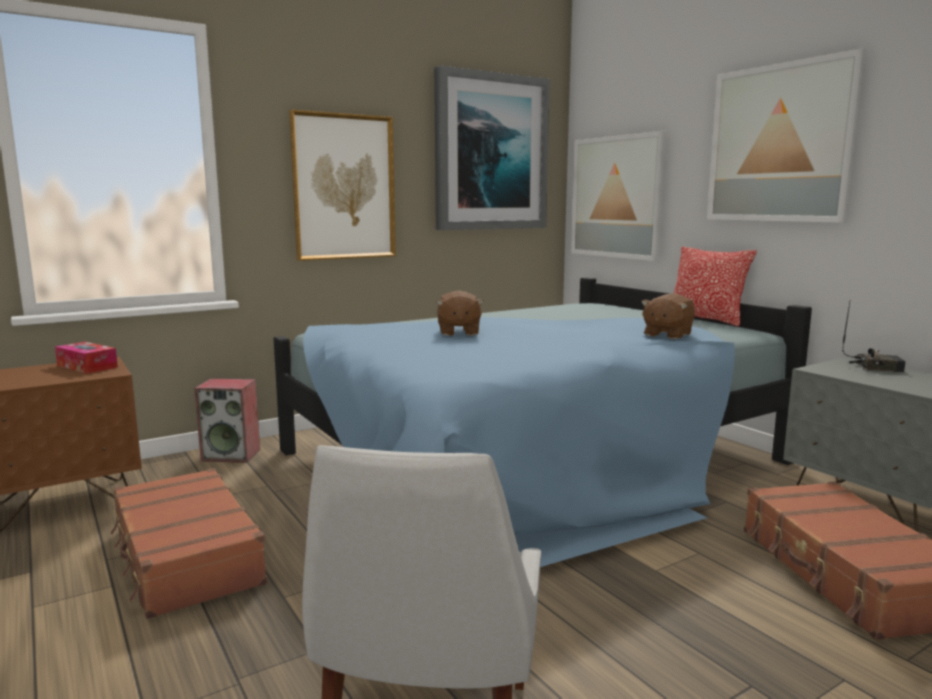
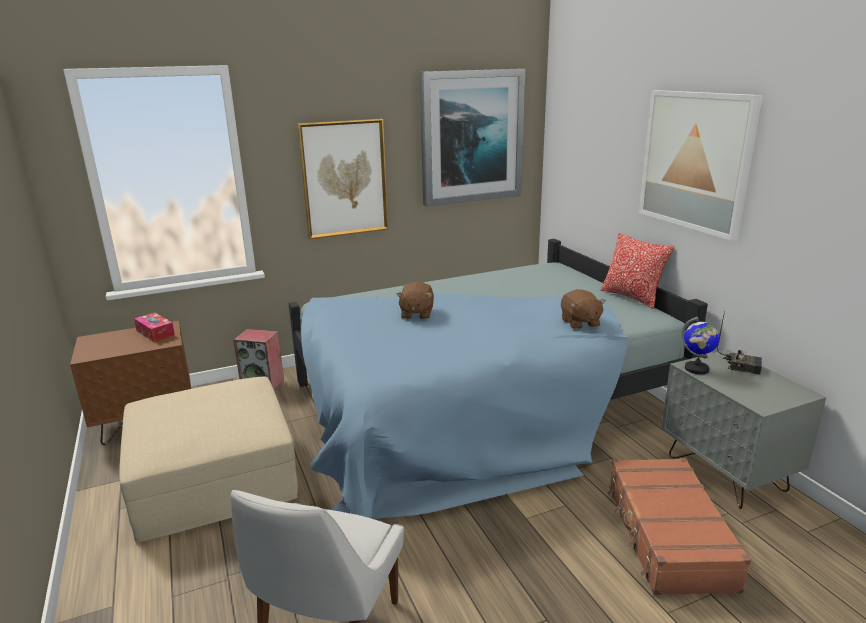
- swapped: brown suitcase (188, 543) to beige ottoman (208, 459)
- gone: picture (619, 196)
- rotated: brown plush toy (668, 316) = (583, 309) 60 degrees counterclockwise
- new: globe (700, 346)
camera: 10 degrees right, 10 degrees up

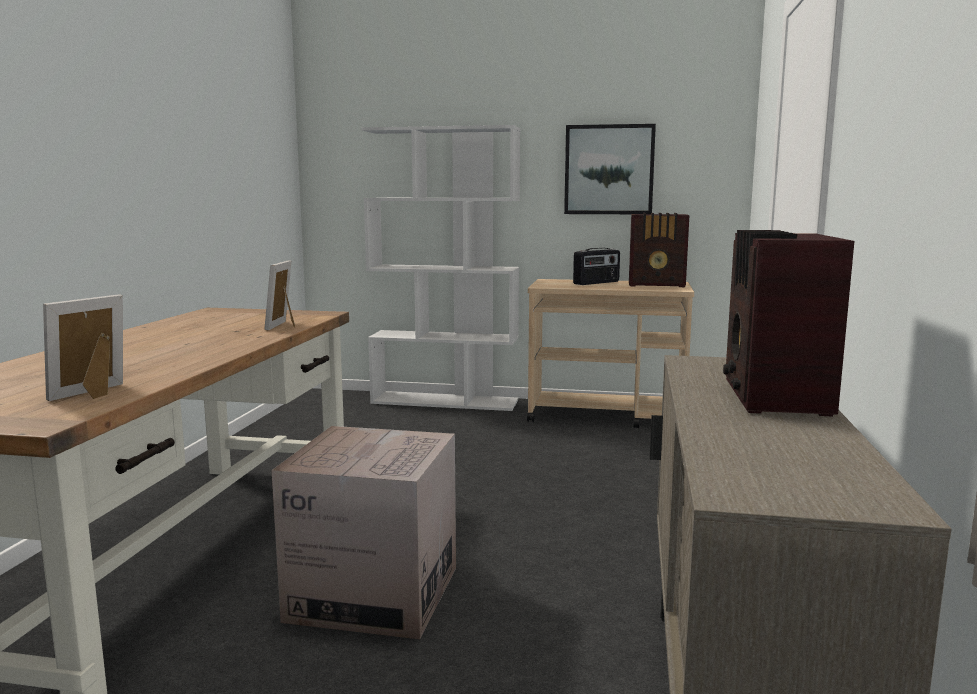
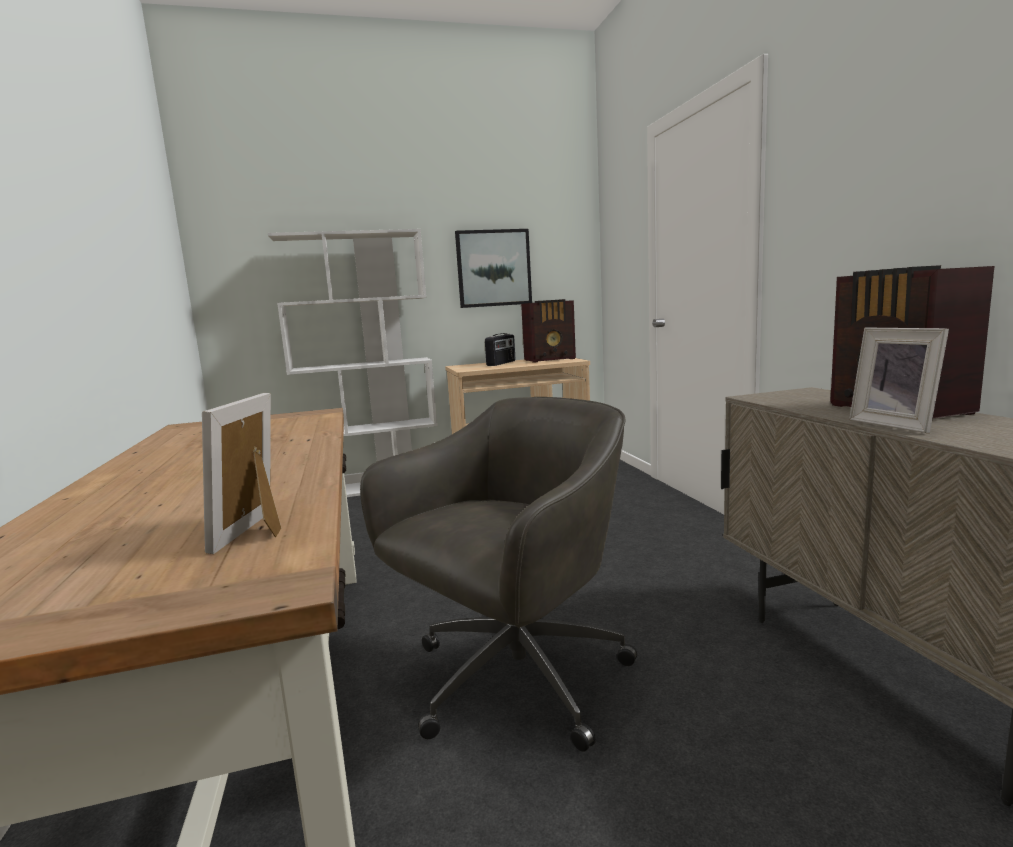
- shifted: picture frame (279, 295) to (899, 380)
- swapped: cardboard box (363, 532) to grey office chair (498, 574)
camera: 25 degrees left, 0 degrees up

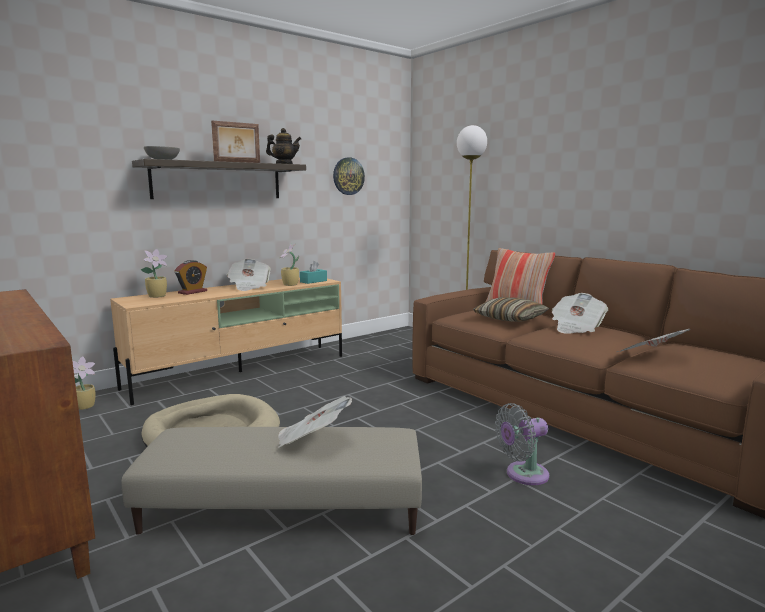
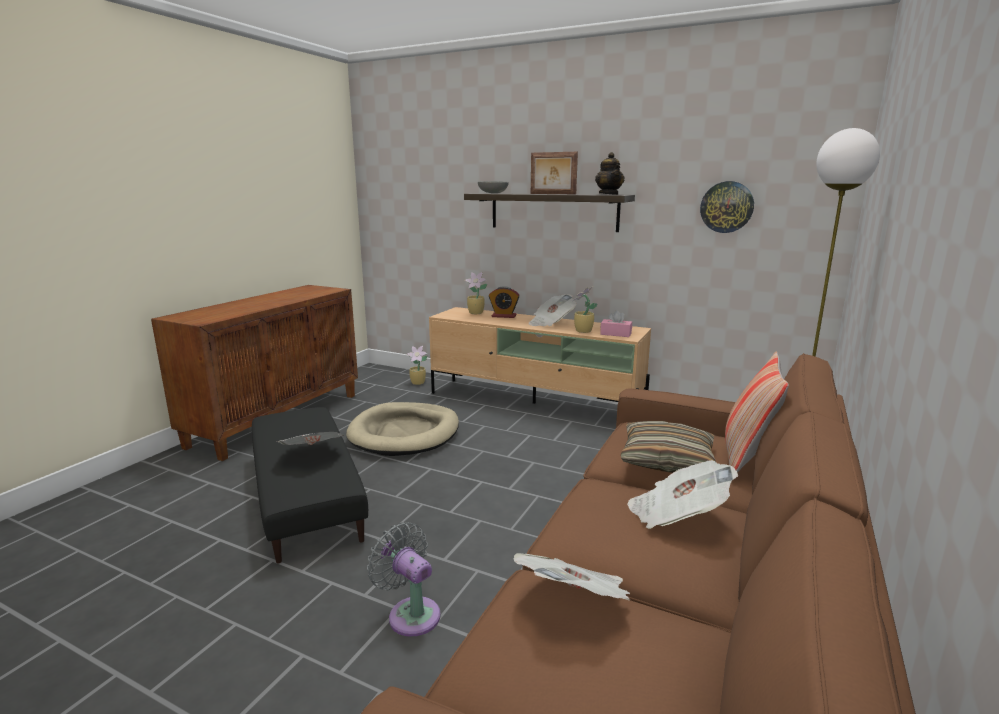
- repainted: beige ottoman (271, 481) to black ottoman (310, 485)
- repainted: turquoise tissue box (313, 272) to pink tissue box (616, 323)
camera: 65 degrees right, 5 degrees up

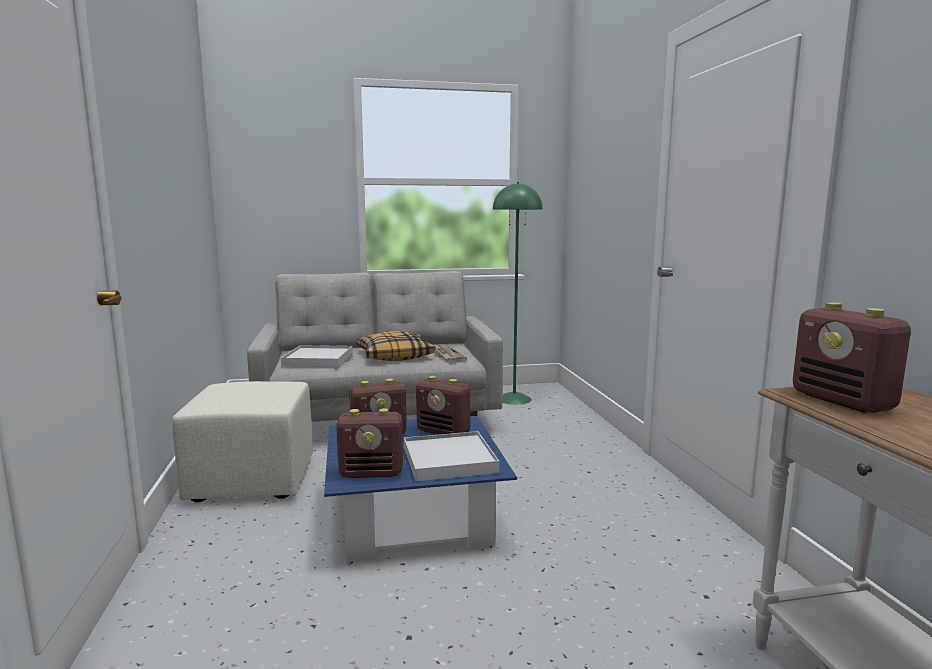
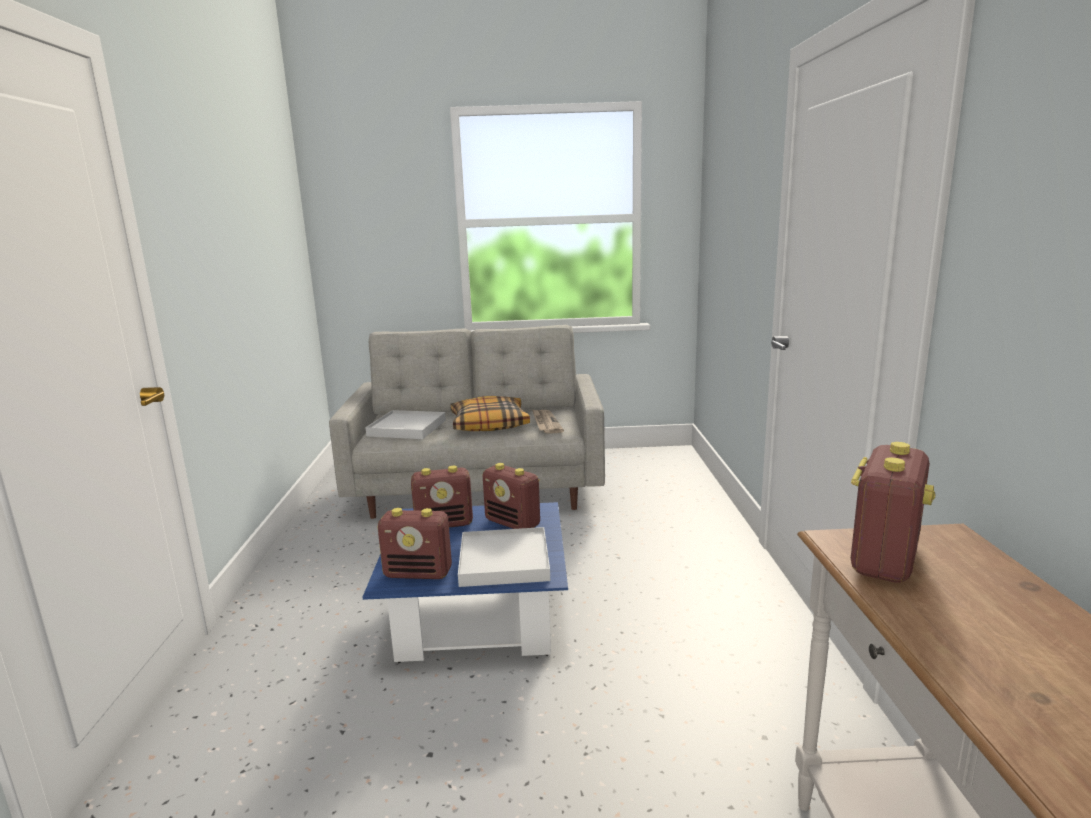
- gone: beige ottoman (242, 441)
- gone: green floor lamp (518, 293)
- rotated: radio (852, 357) = (893, 512) 135 degrees counterclockwise
camera: 10 degrees right, 5 degrees up

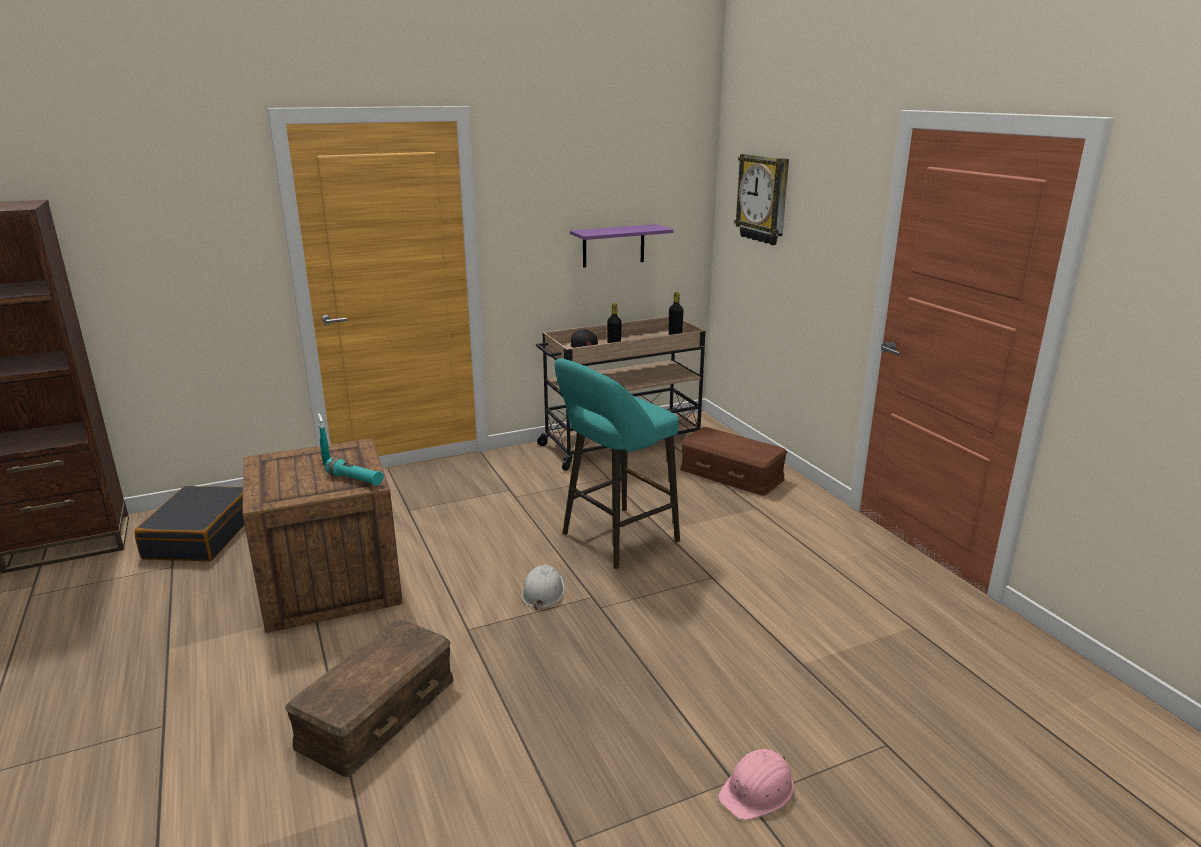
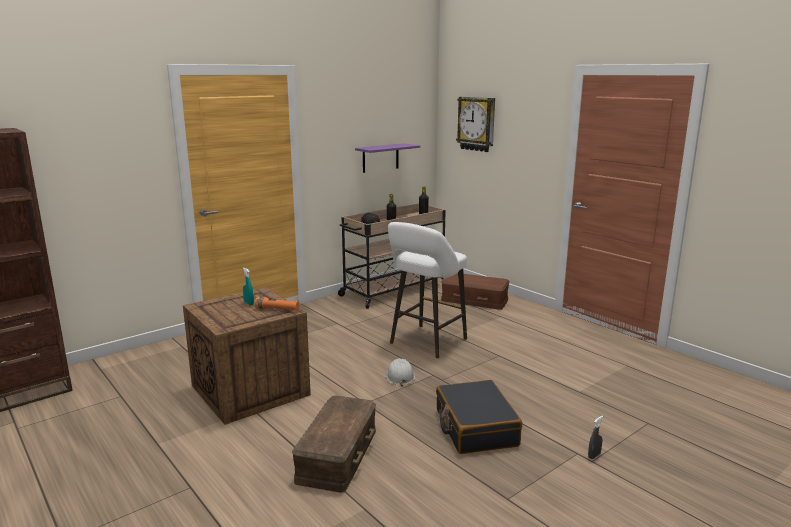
- shifted: black suitcase (189, 523) to (479, 417)
- repainted: turquoise flashlight (354, 472) to orange flashlight (277, 304)
- repainted: turquoise stool (617, 463) to white stool (427, 290)
- swapped: pink hard hat (756, 784) to grey spray bottle (595, 437)
camera: 15 degrees left, 5 degrees down

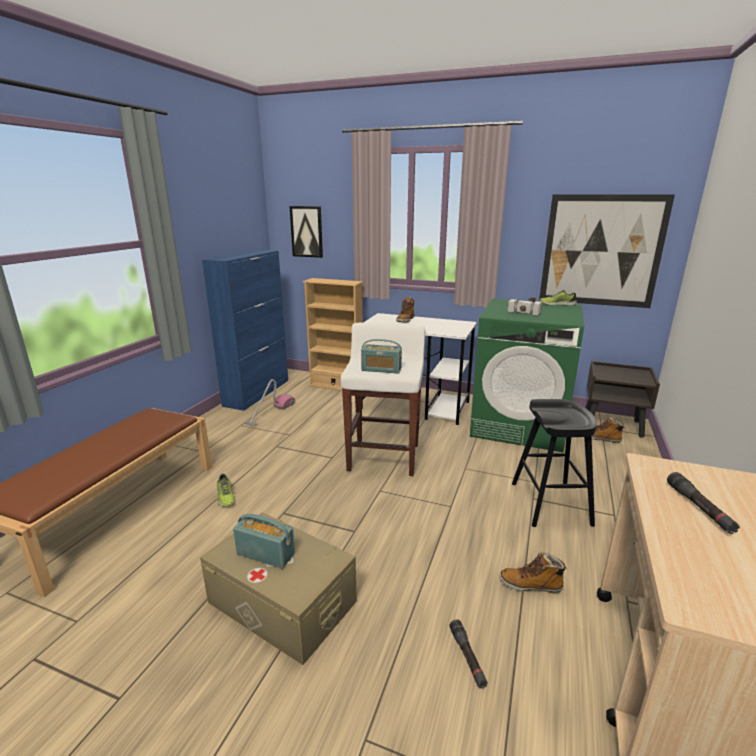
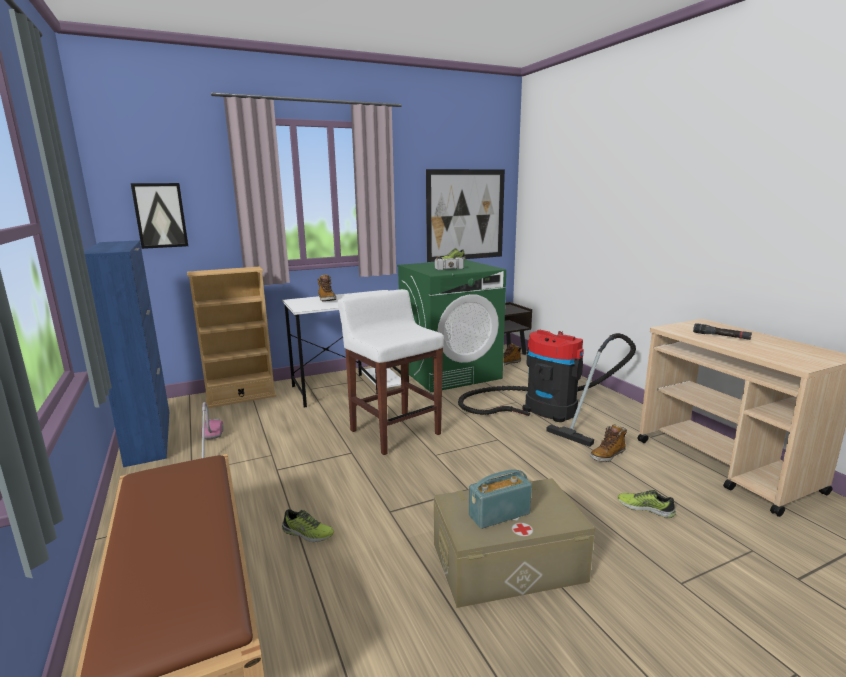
- gone: radio (381, 356)
- swapped: black flashlight (468, 654) to shoe (647, 504)
- swapped: black stool (554, 463) to vacuum cleaner (547, 388)
camera: 45 degrees left, 5 degrees down

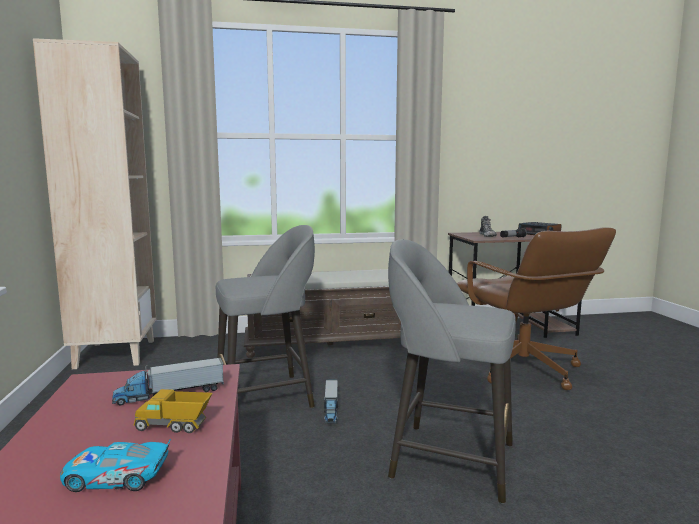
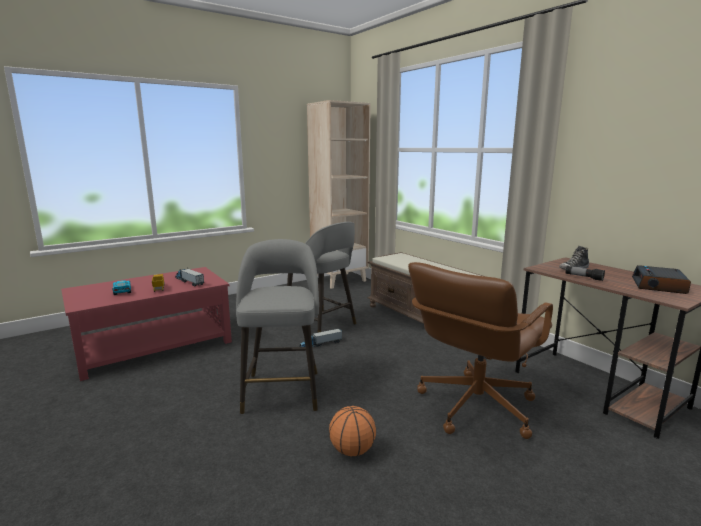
- new: basketball (352, 431)
camera: 65 degrees right, 5 degrees up

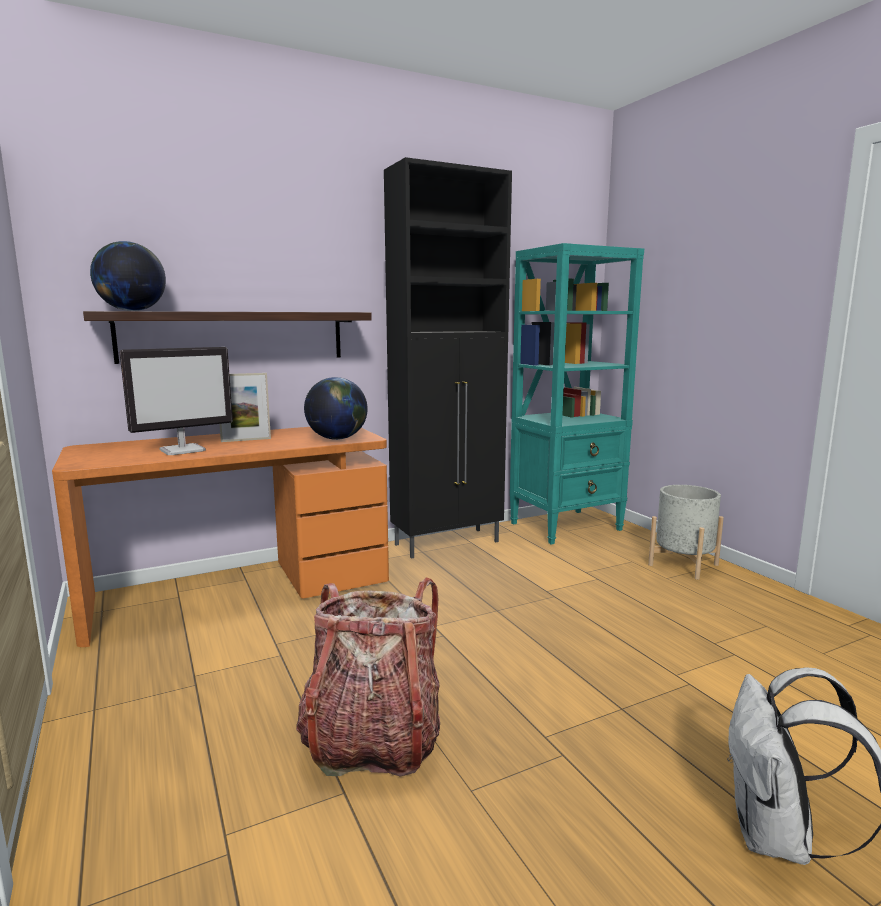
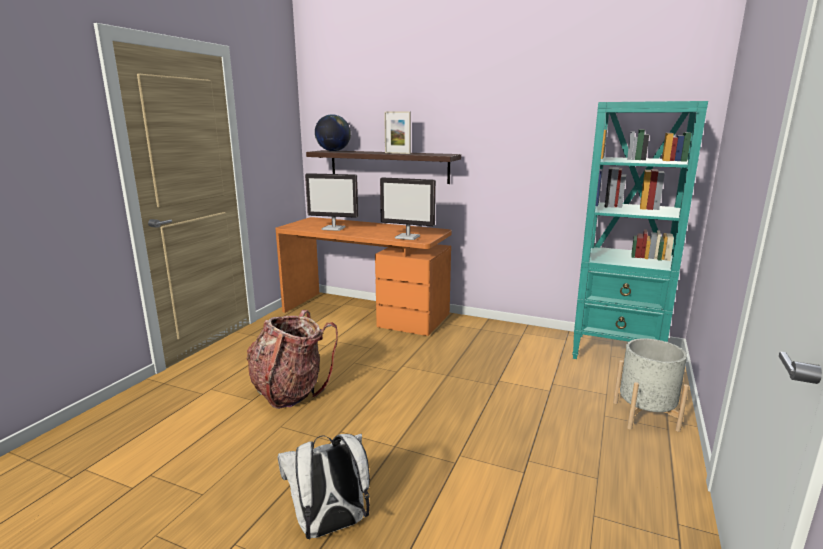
- shifted: picture frame (245, 407) to (397, 132)
- swapped: globe (336, 408) to monitor (408, 208)
- gone: black cabinet (448, 357)
camera: 50 degrees right, 5 degrees up

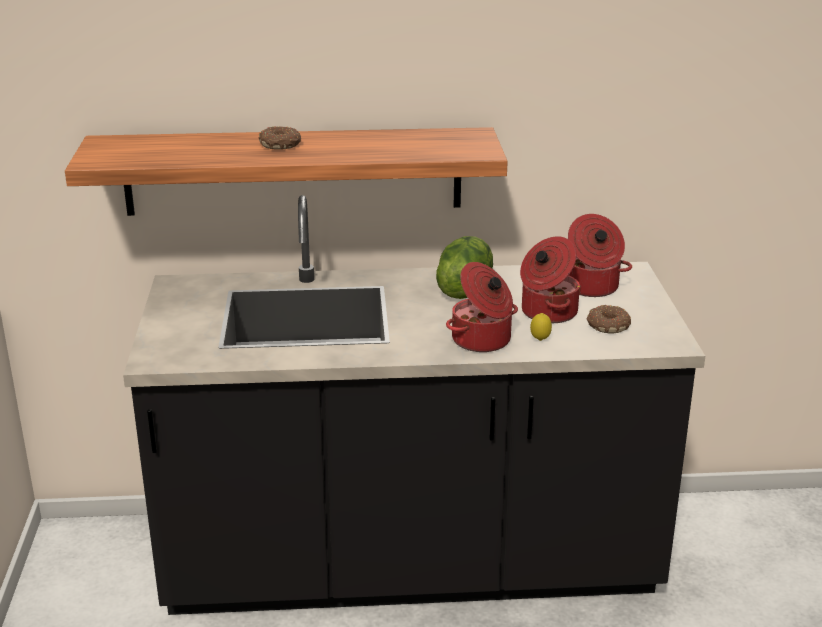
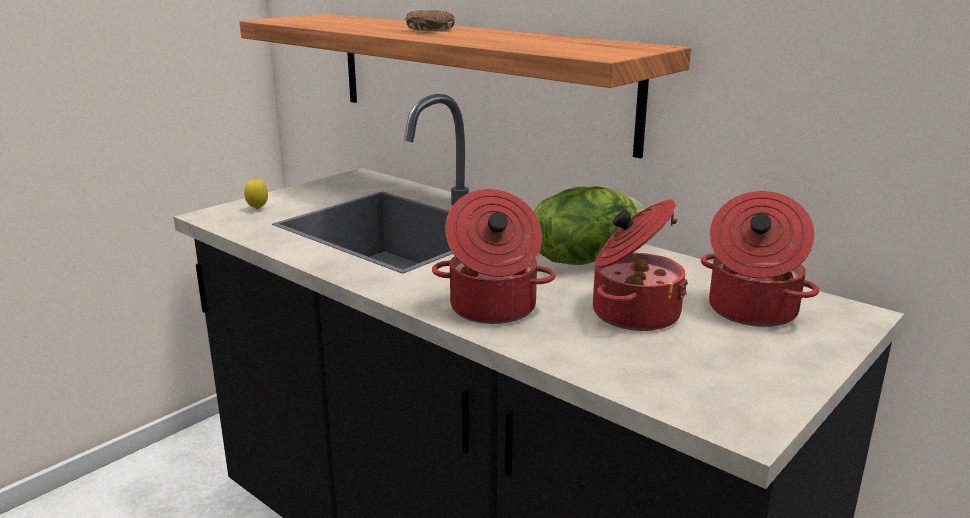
- shifted: lemon (541, 327) to (256, 193)
- gone: donut (609, 319)
camera: 45 degrees right, 5 degrees down

